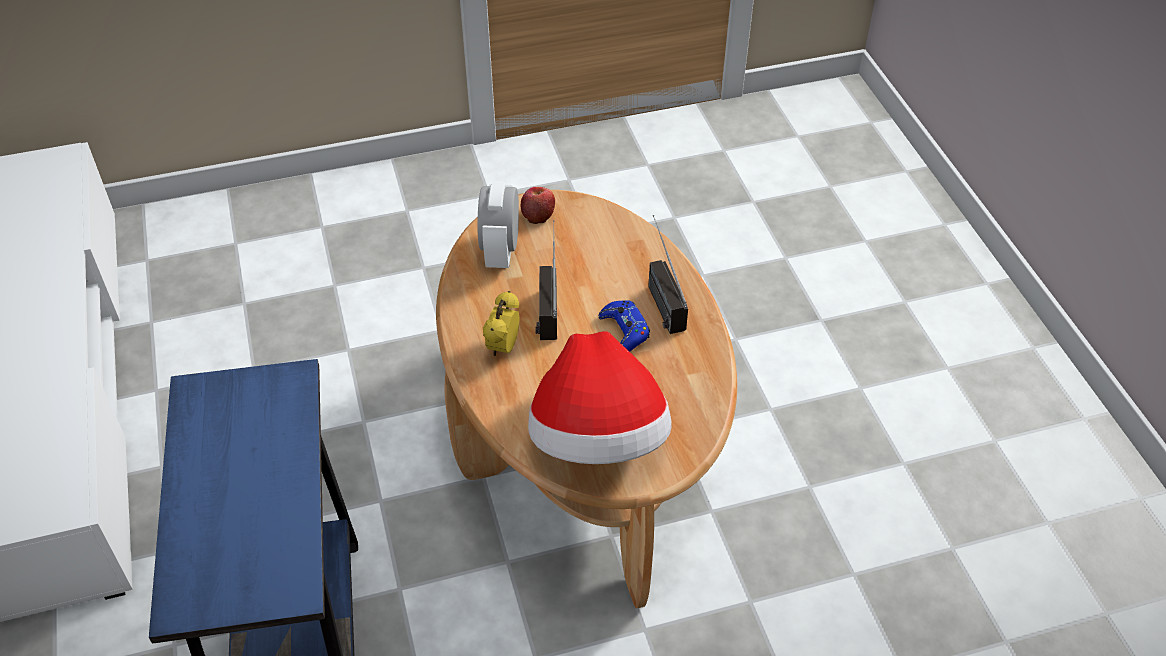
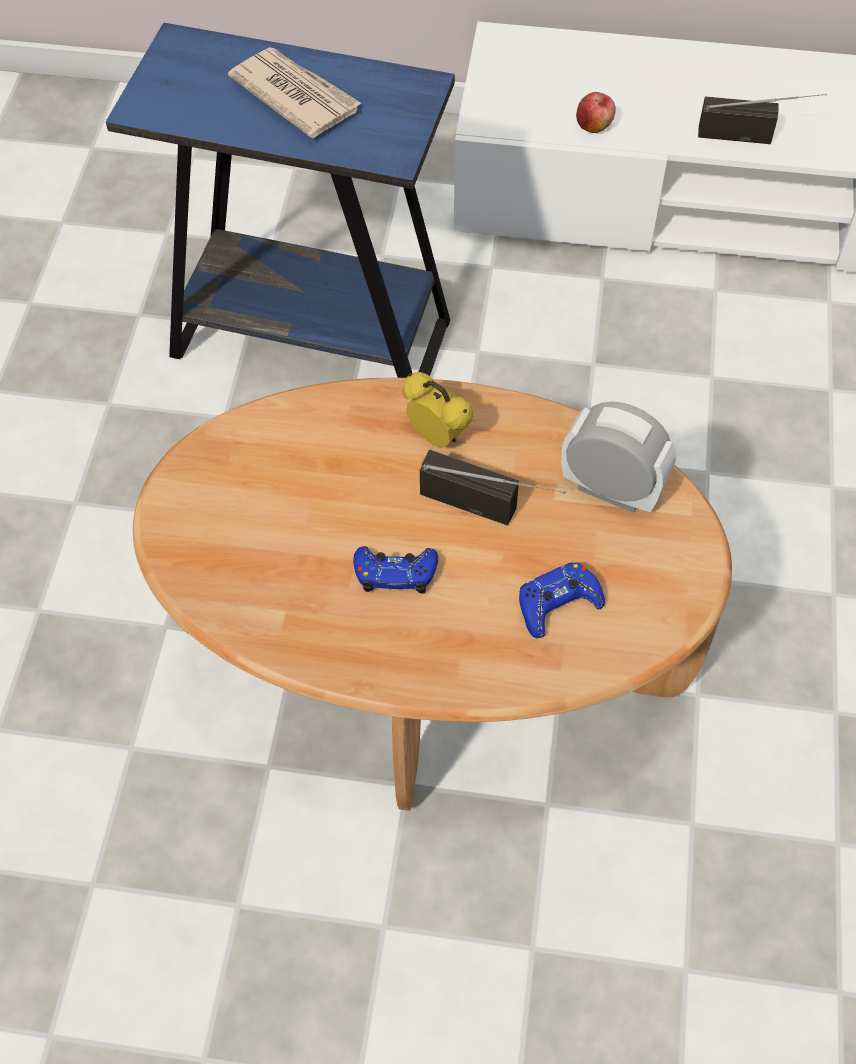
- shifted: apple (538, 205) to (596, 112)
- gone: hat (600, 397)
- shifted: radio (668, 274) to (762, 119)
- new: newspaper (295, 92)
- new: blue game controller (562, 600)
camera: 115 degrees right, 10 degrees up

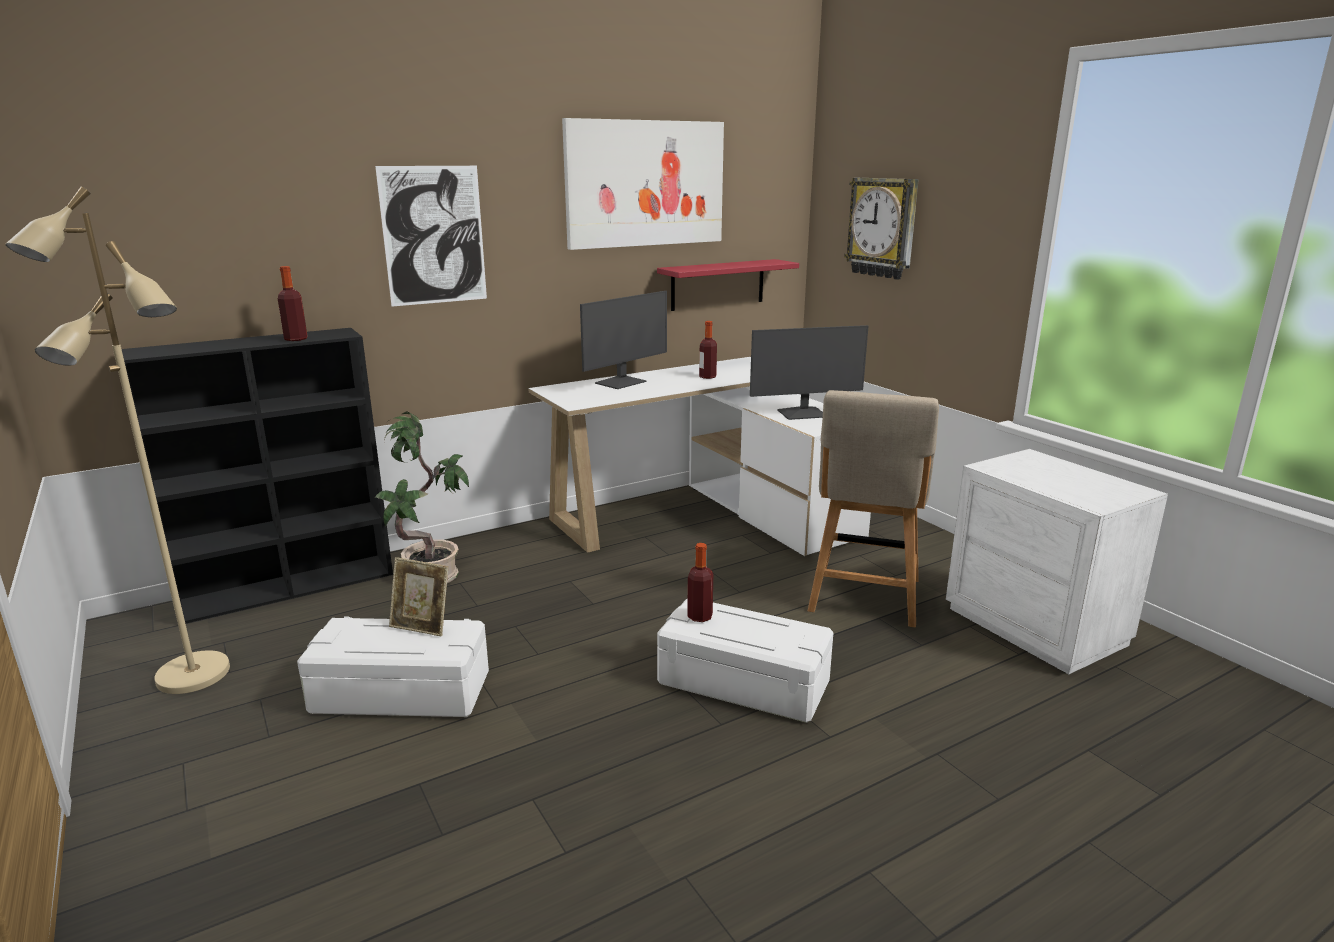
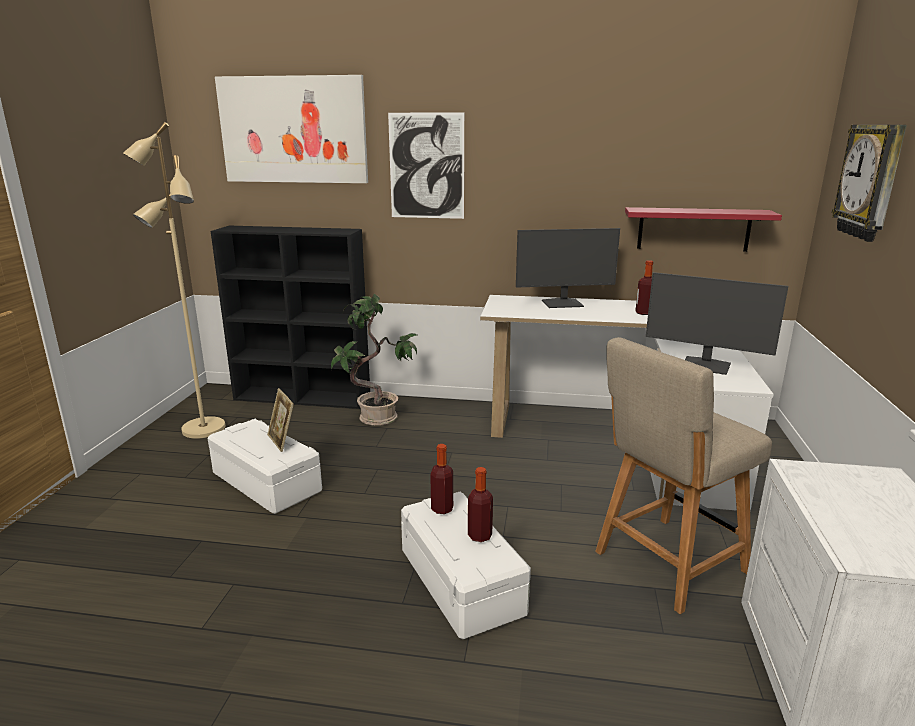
- shifted: bottle (292, 303) to (480, 504)
- shifted: picture (643, 184) to (291, 129)
camera: 40 degrees right, 0 degrees up

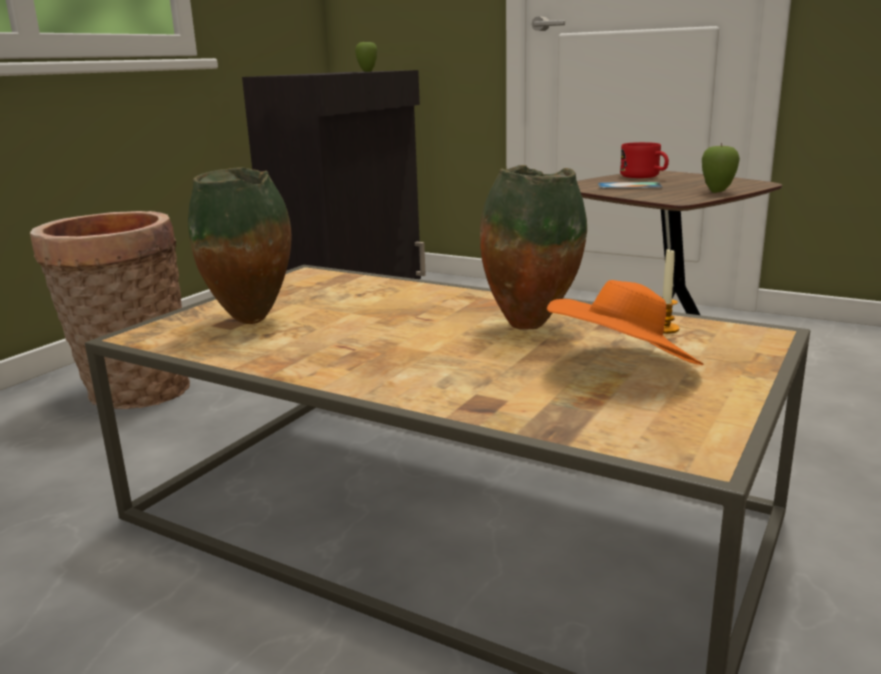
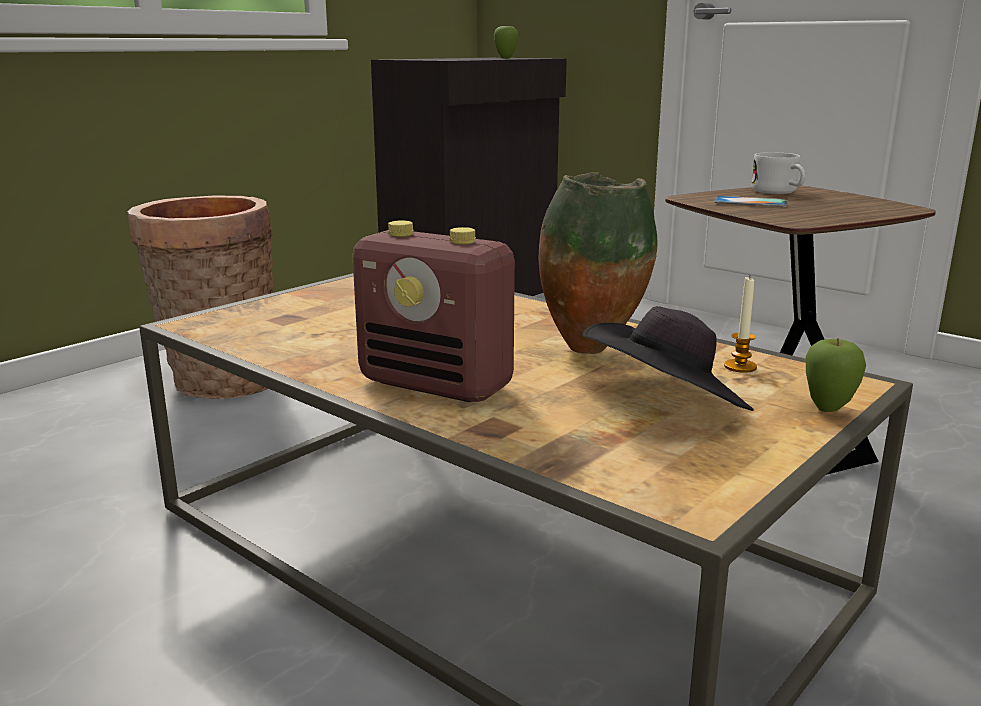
- gone: vase (239, 246)
- repainted: orange hat (625, 322) to black hat (668, 358)
- repainted: red mug (644, 160) to white mug (778, 173)
- shifted: apple (721, 168) to (836, 375)
- new: radio (433, 311)
camera: 10 degrees right, 0 degrees up

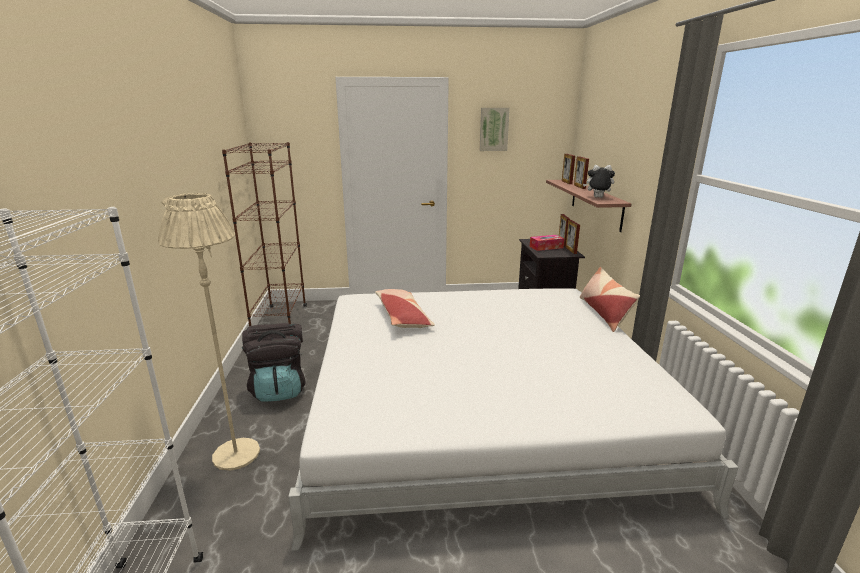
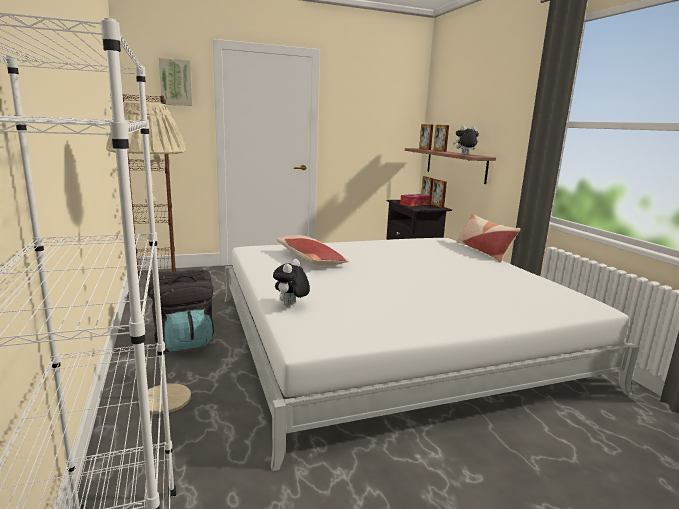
- shifted: picture (495, 129) to (175, 82)
- new: plush toy (291, 282)
camera: 15 degrees left, 5 degrees down

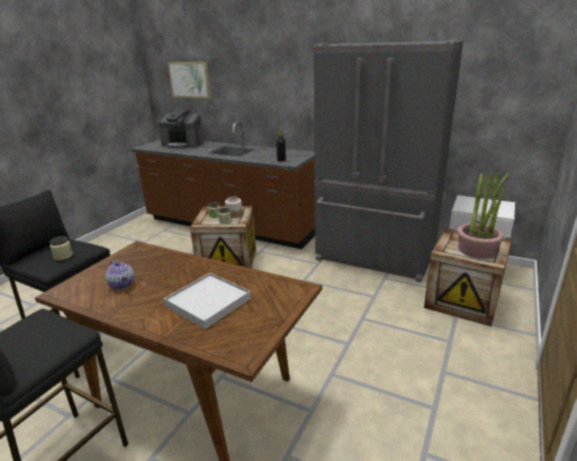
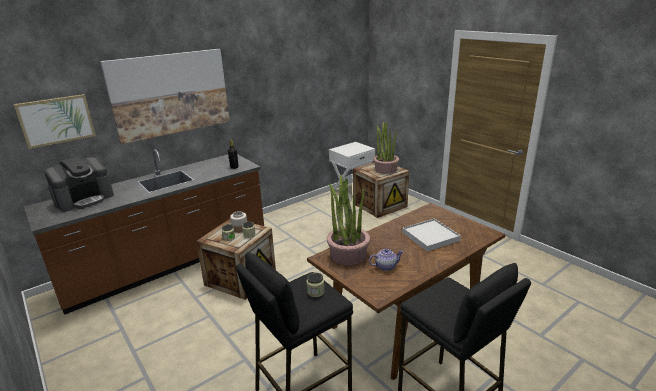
- gone: grey fridge (388, 161)
- new: picture (165, 96)
- new: potted plant (348, 220)
camera: 65 degrees left, 0 degrees up

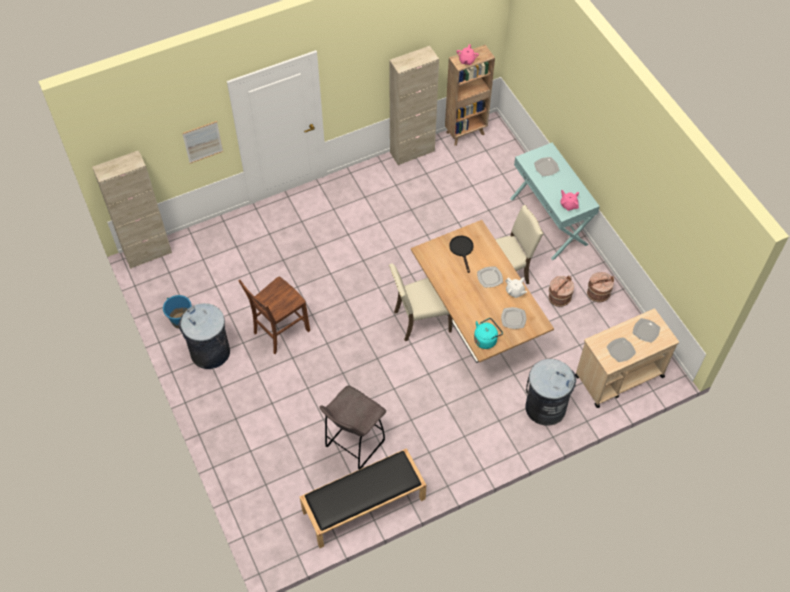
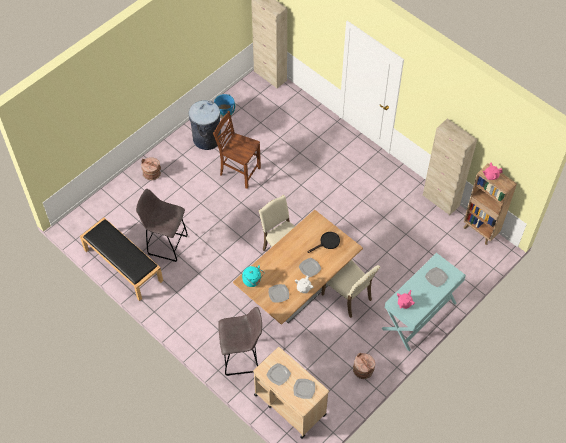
- gone: picture (202, 142)
- swapped: grey trash can (550, 392) to grey stool (240, 341)
- shifted: brown bucket (561, 291) to (151, 168)
camera: 70 degrees right, 0 degrees up

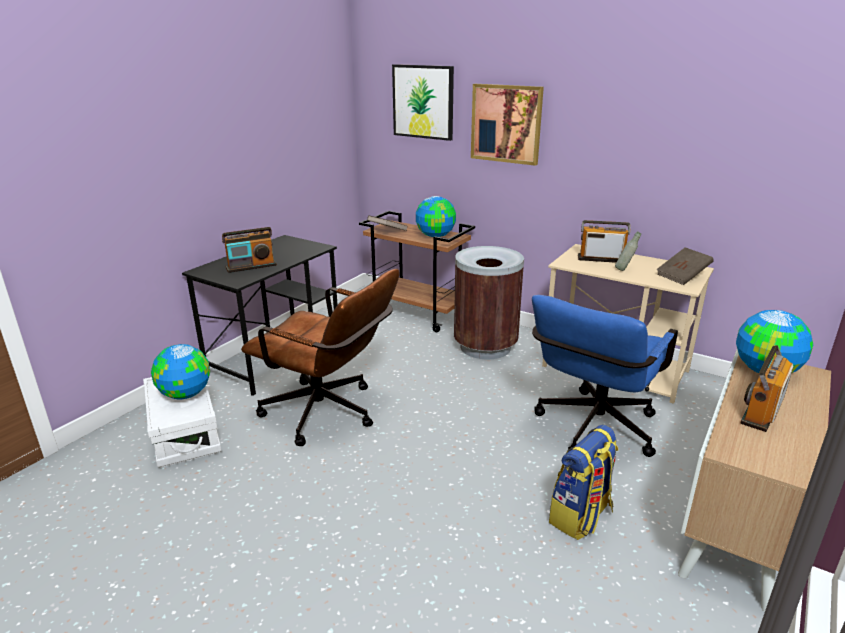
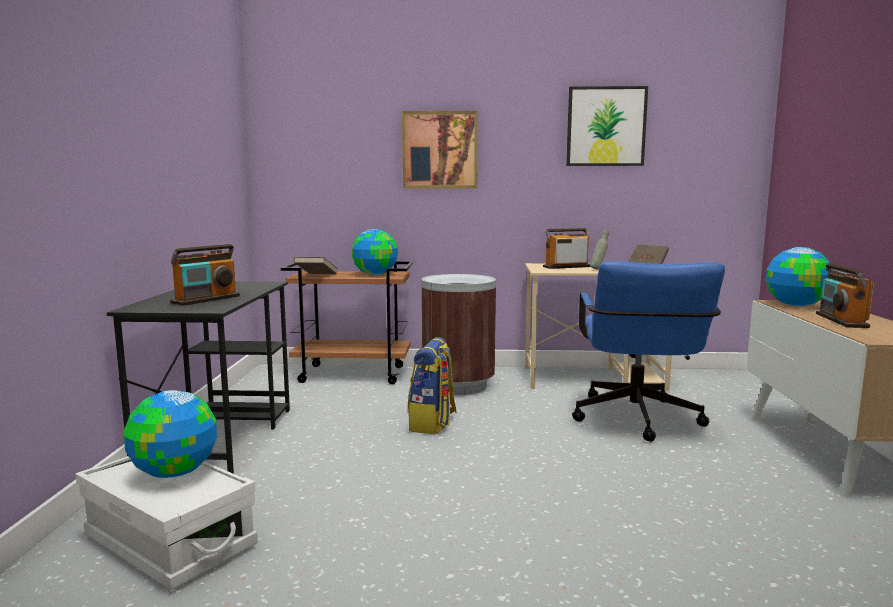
- gone: brown office chair (320, 357)
- shifted: picture (423, 102) to (607, 126)
- shifted: backpack (583, 482) to (432, 385)
camera: 30 degrees left, 15 degrees down

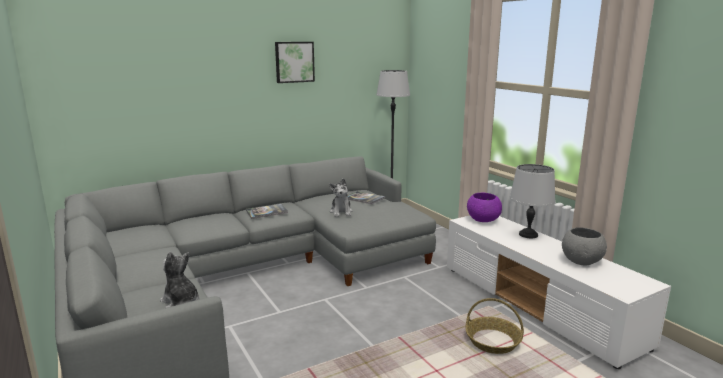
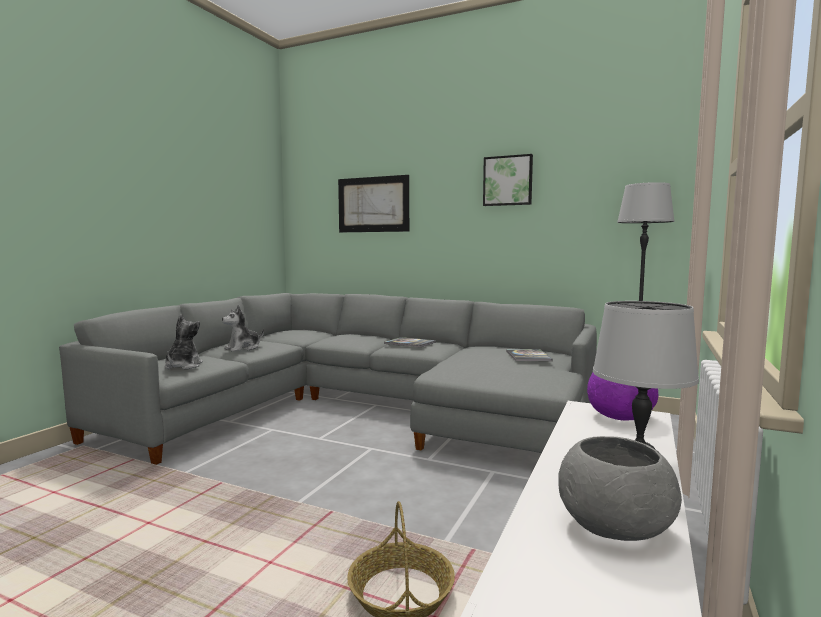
- shifted: plush toy (341, 197) to (243, 328)
- new: picture (373, 203)
camera: 55 degrees right, 10 degrees down

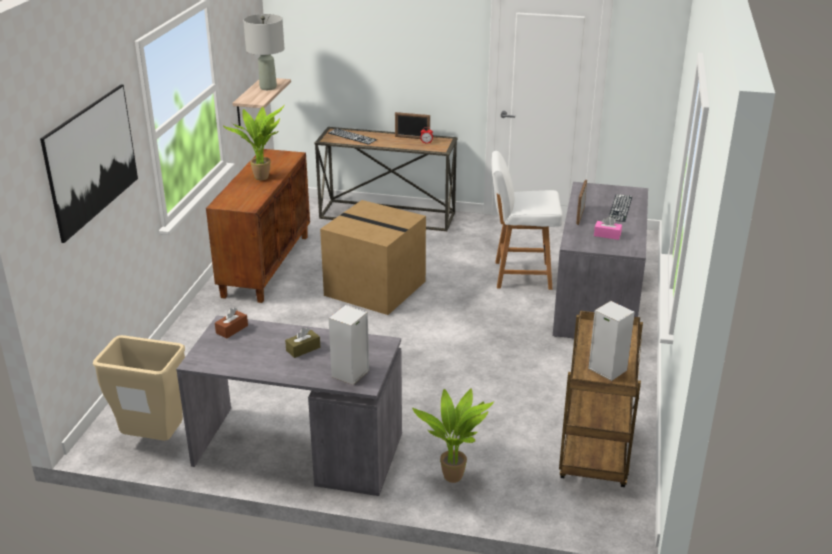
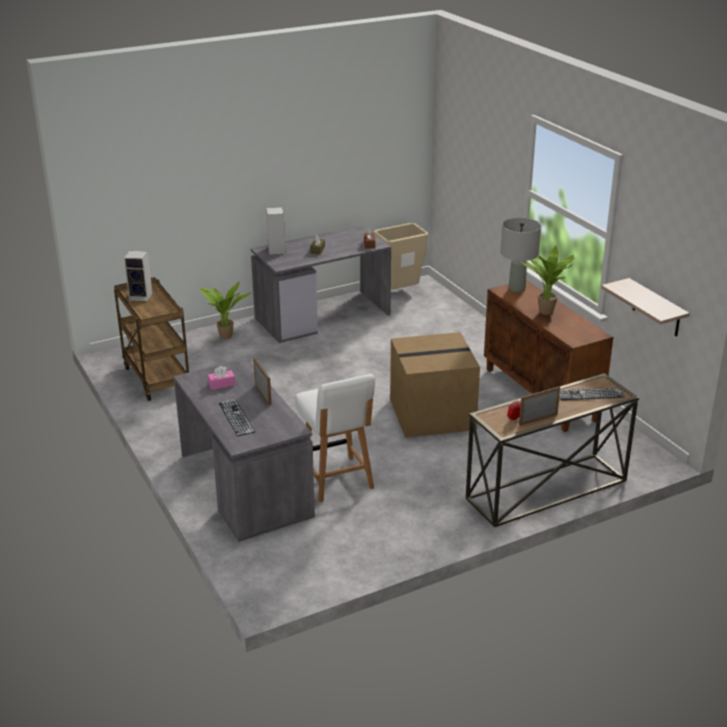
- gone: picture (89, 163)
- shifted: grey table lamp (263, 52) to (521, 255)
- rotated: white chair (527, 220) = (335, 438) 105 degrees clockwise
camera: 140 degrees right, 0 degrees up

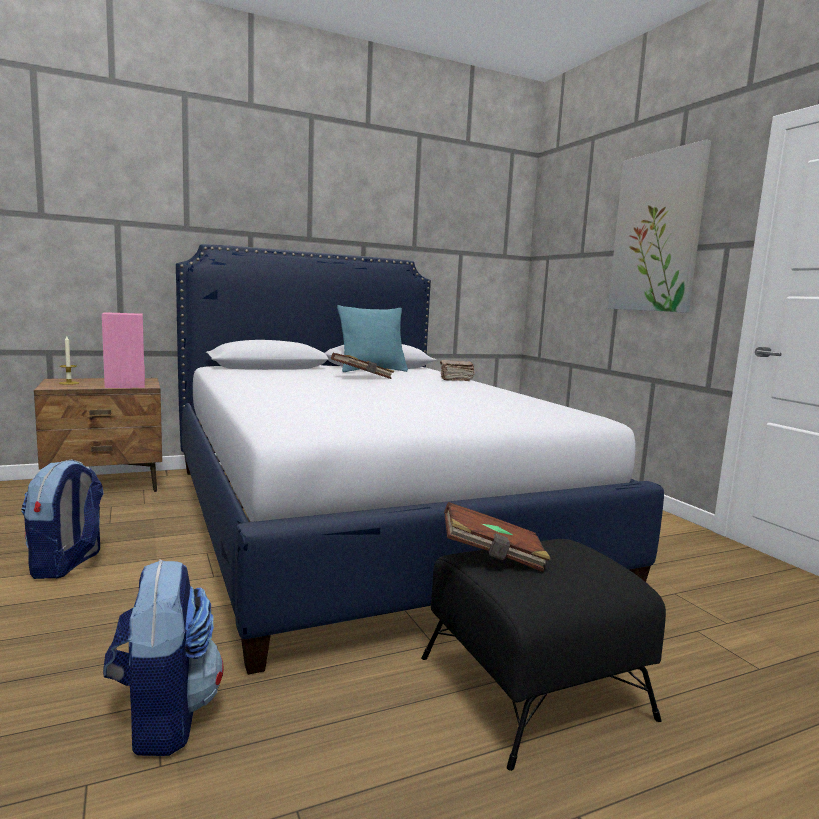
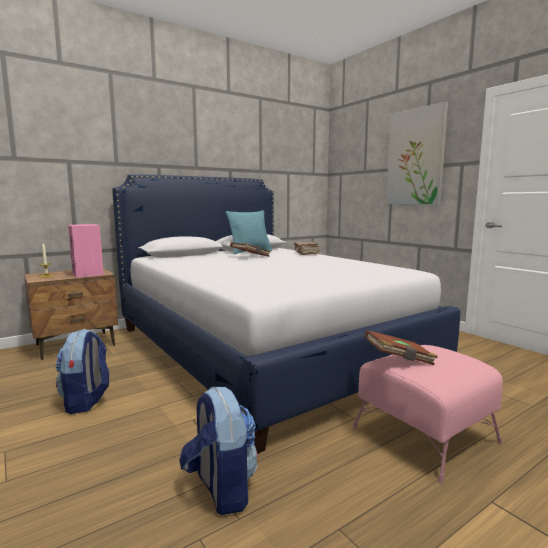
- repainted: black ottoman (543, 655) to pink ottoman (427, 414)
camera: 10 degrees left, 0 degrees up

